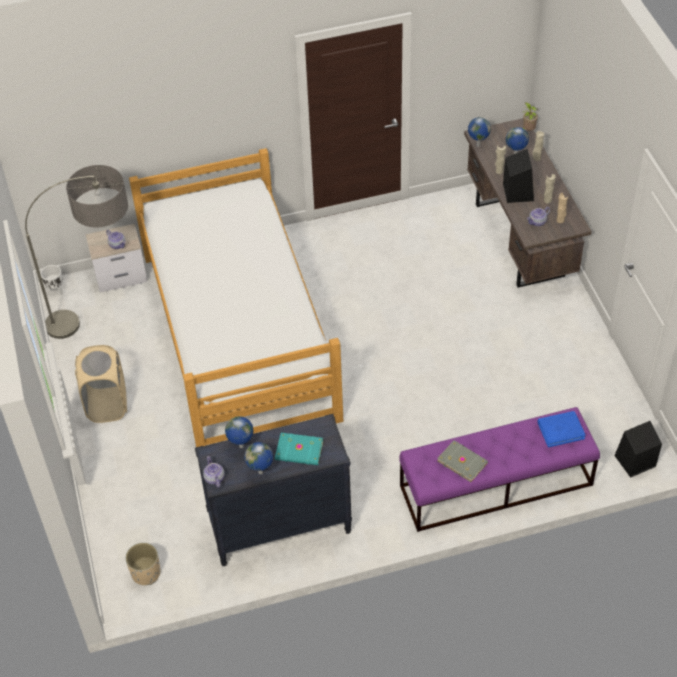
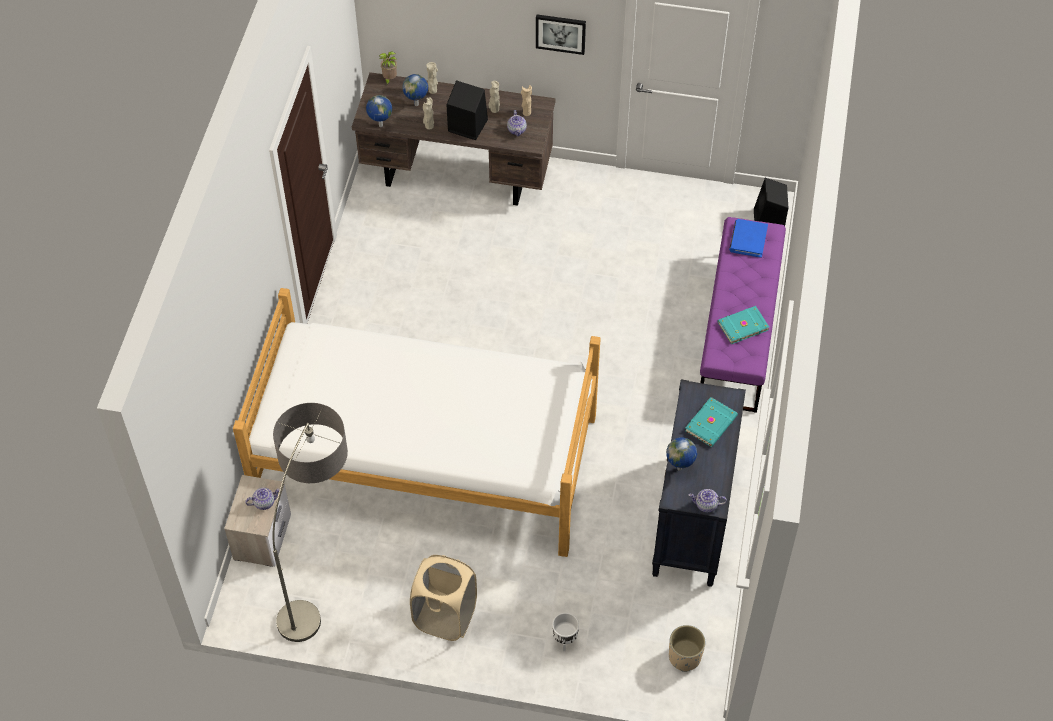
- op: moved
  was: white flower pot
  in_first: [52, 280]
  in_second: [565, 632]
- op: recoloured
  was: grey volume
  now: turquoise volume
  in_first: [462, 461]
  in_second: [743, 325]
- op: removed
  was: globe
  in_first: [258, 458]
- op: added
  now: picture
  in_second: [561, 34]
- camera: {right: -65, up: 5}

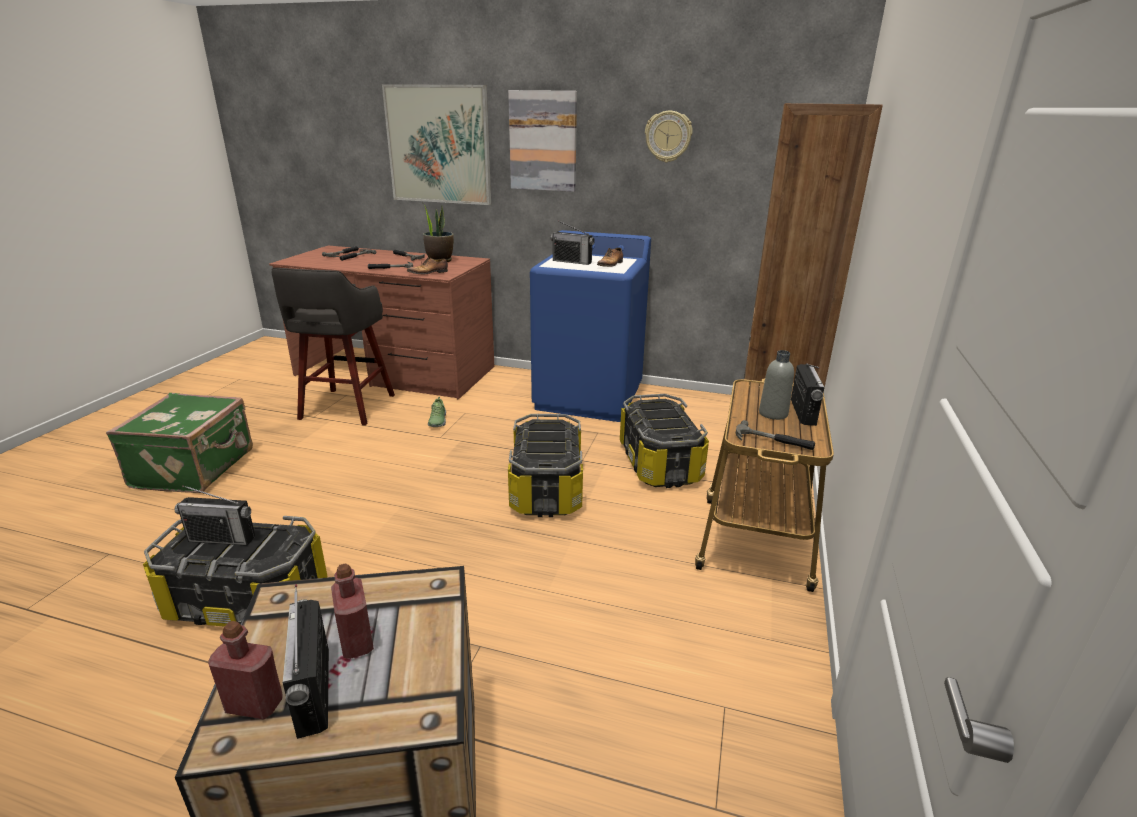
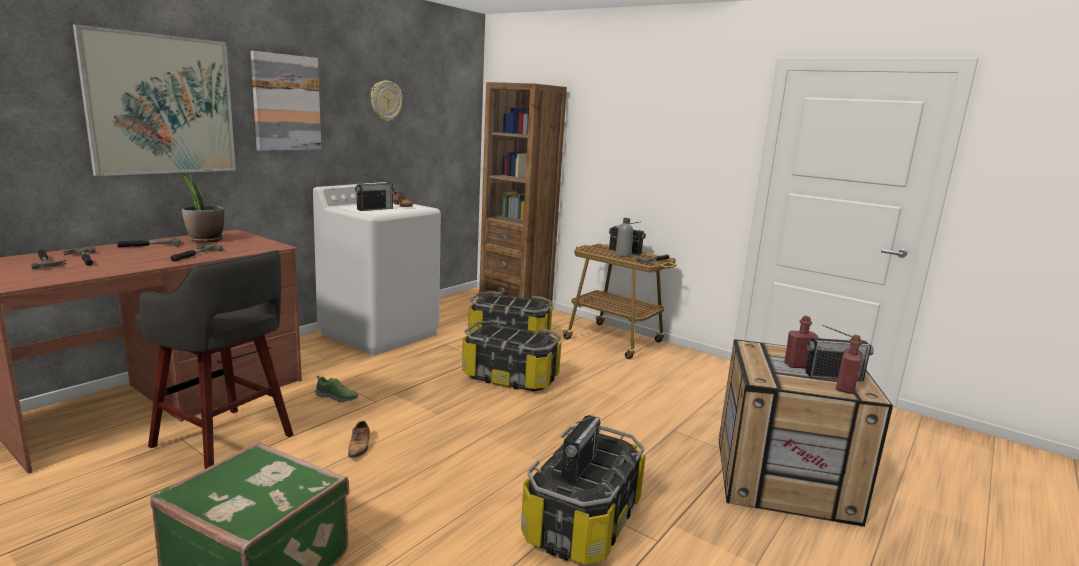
- op: recoloured
  was: blue-coloured laundry appliance
  now: white laundry appliance
  in_first: [590, 326]
  in_second: [377, 269]
- op: moved
  was: shoe
  in_first: [427, 265]
  in_second: [359, 439]
- camera: {right: -70, up: -10}

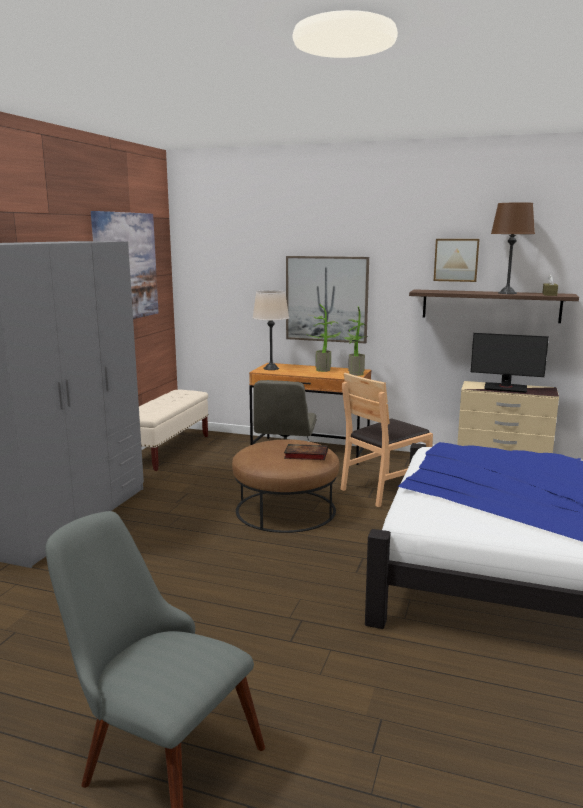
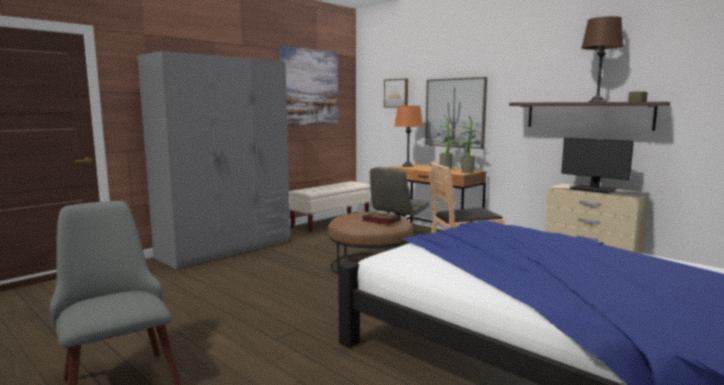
- op: moved
  was: picture
  in_first: [457, 260]
  in_second: [396, 93]
- op: recoloured
  was: beige-coloured table lamp
  now: orange-coloured table lamp
  in_first: [271, 330]
  in_second: [408, 136]
- camera: {right: 25, up: -5}

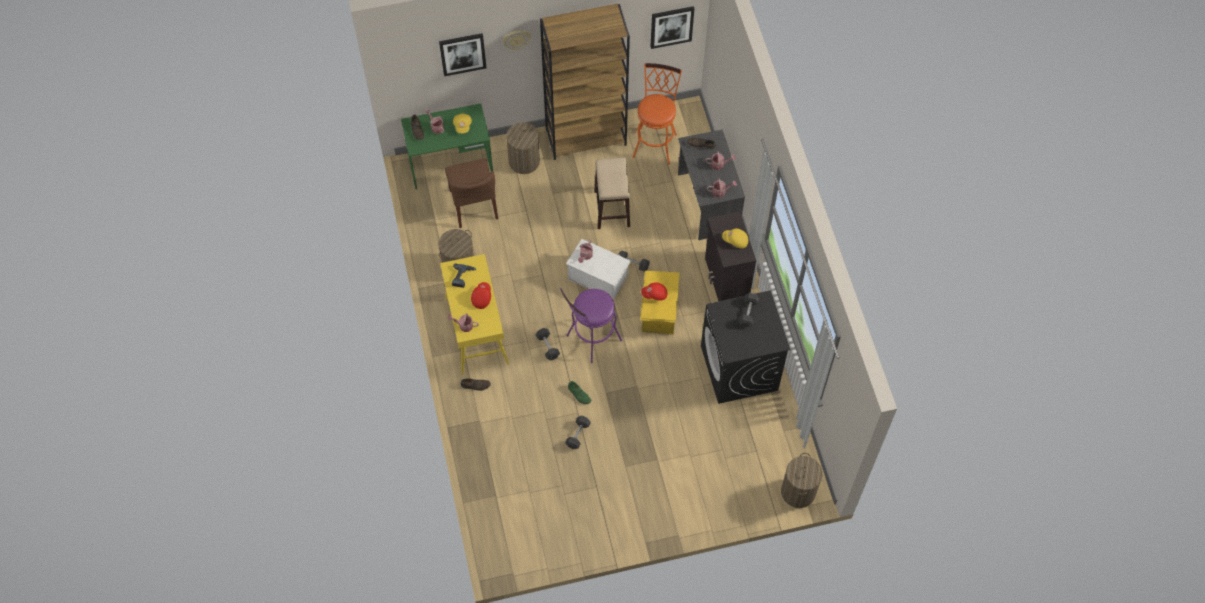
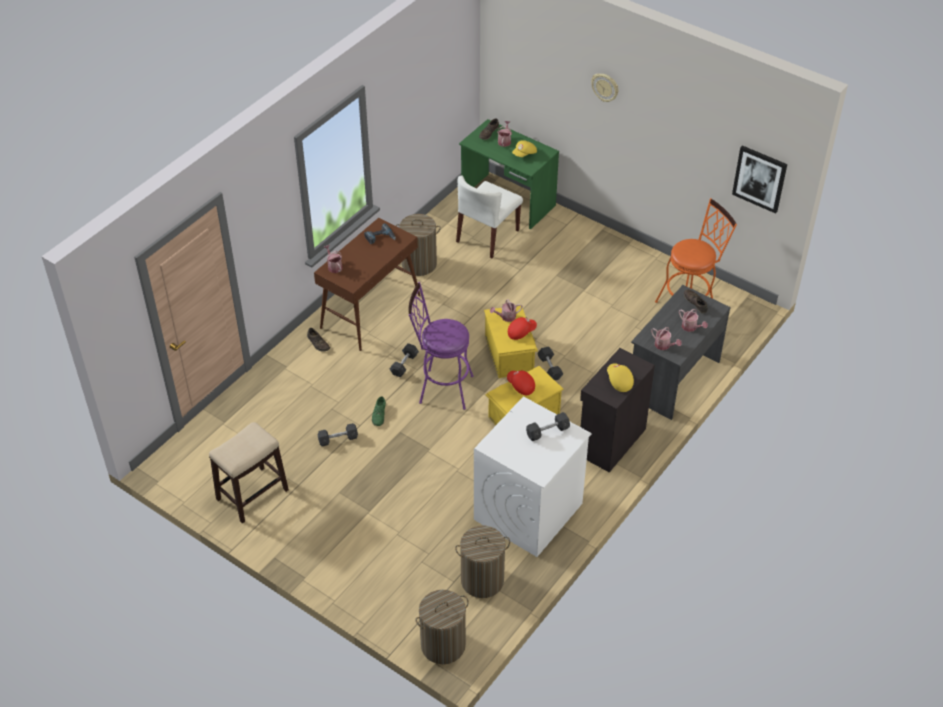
- op: removed
  was: brownish shelving unit
  in_first: [585, 82]
- op: removed
  was: picture
  in_first: [462, 54]
- op: moved
  was: hamper
  in_first: [523, 147]
  in_second: [482, 561]
- op: moved
  was: stool seat
  in_first: [612, 193]
  in_second: [249, 473]
- op: recoloured
  was: brownish plain chair
  now: white plain chair
  in_first: [471, 193]
  in_second: [489, 216]
- op: recoloured
  was: white storage bin
  now: yellowish storage bin
  in_first: [598, 269]
  in_second: [511, 342]
- op: recoloured
  was: yellowish hall table
  now: brownish hall table
  in_first: [474, 314]
  in_second: [367, 284]
- op: moved
  was: reddish peaked cap
  in_first: [481, 295]
  in_second: [522, 328]
- op: recoloured
  was: blackish laundry appliance
  now: white laundry appliance
  in_first: [745, 347]
  in_second: [533, 477]
- camera: {right: 50, up: -15}

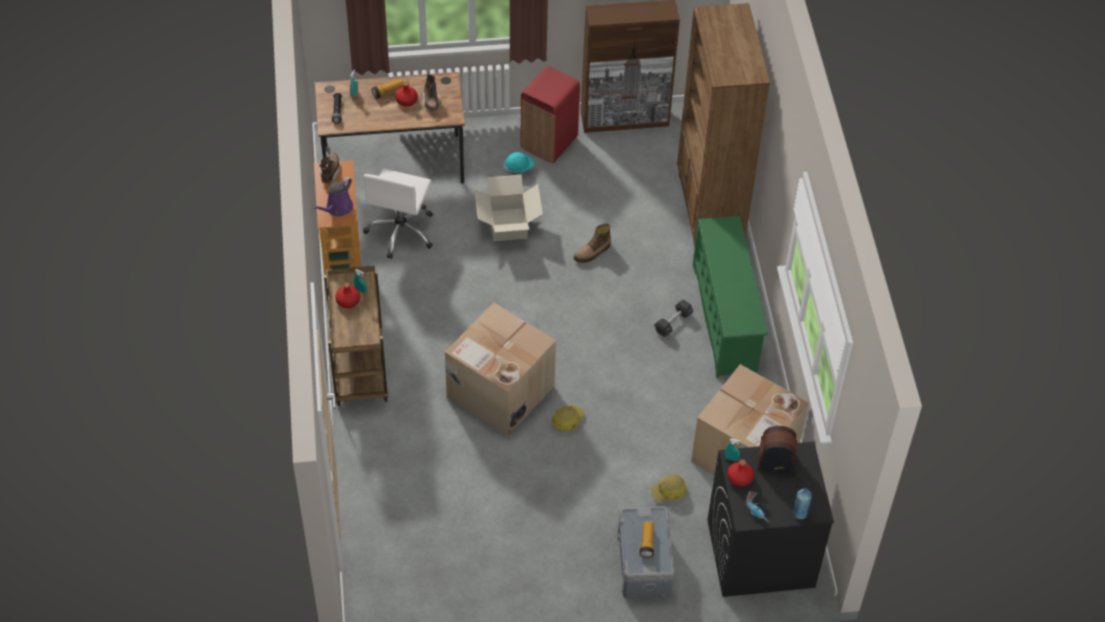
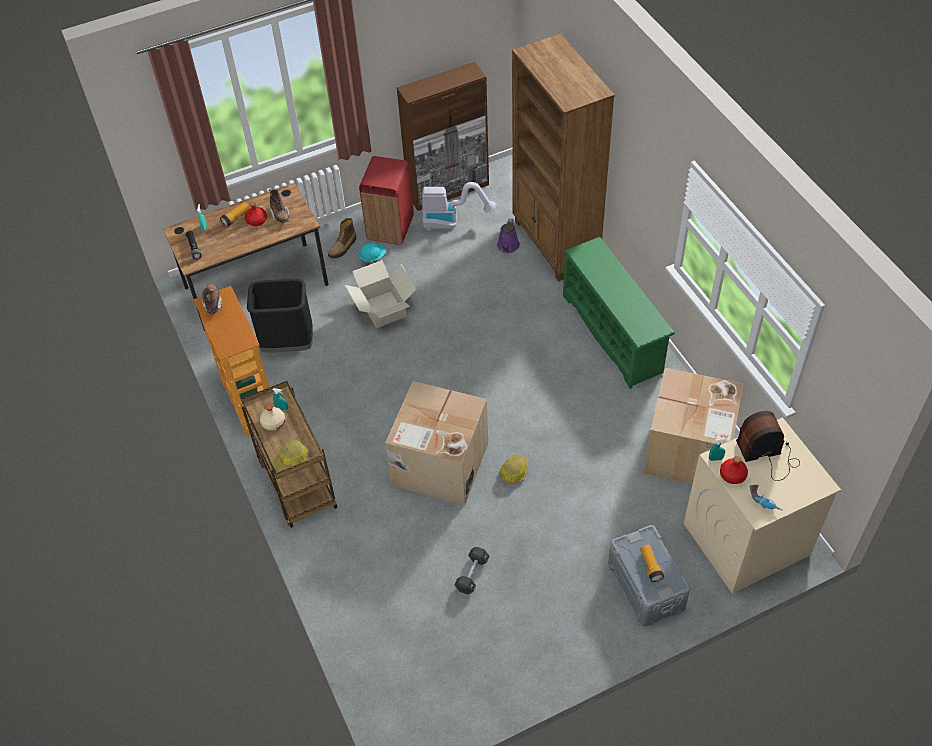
- op: replaced
  was: white office chair
  now: blackish rubbish bin
  in_first: [398, 213]
  in_second: [280, 316]
- op: moved
  was: purple watering can
  in_first: [333, 197]
  in_second: [508, 235]
- op: moved
  was: tall boot
  in_first: [592, 243]
  in_second: [342, 238]
- op: recoloured
  was: reddish bottle
  now: beige-coloured bottle
  in_first: [348, 295]
  in_second: [272, 417]
- op: moved
  was: blackish dumbbell
  in_first: [673, 318]
  in_second: [472, 570]
- op: recoloured
  was: blackish laundry appliance
  now: beige-coloured laundry appliance
  in_first: [770, 519]
  in_second: [762, 505]
- op: moved
  was: work helmet
  in_first: [668, 488]
  in_second: [290, 456]
- op: removed
  was: blue-coloured bottle
  in_first: [802, 503]
- op: added
  now: hoover
  in_second: [459, 206]
- camera: {right: -15, up: 0}

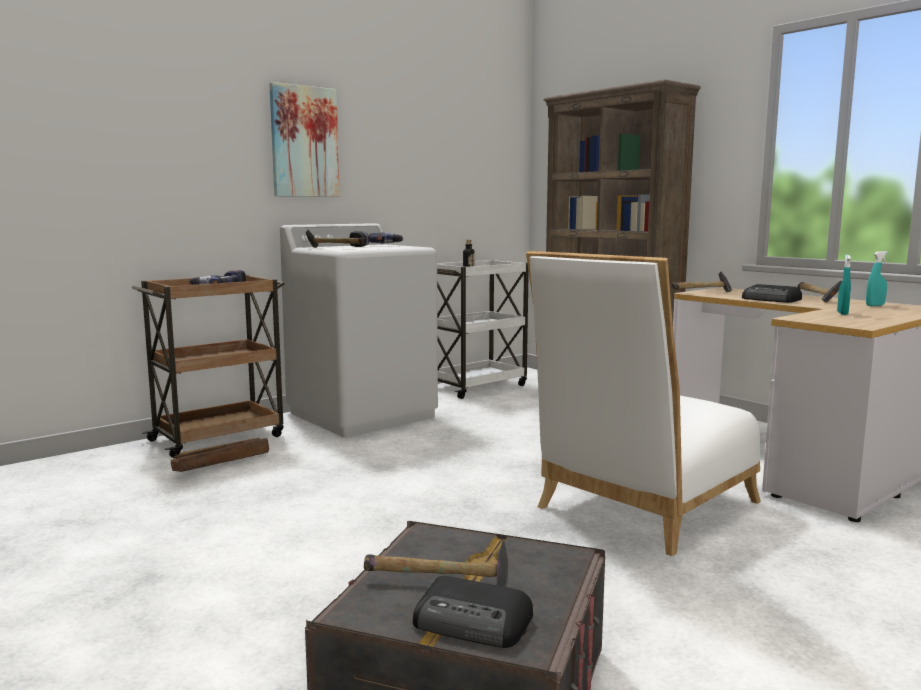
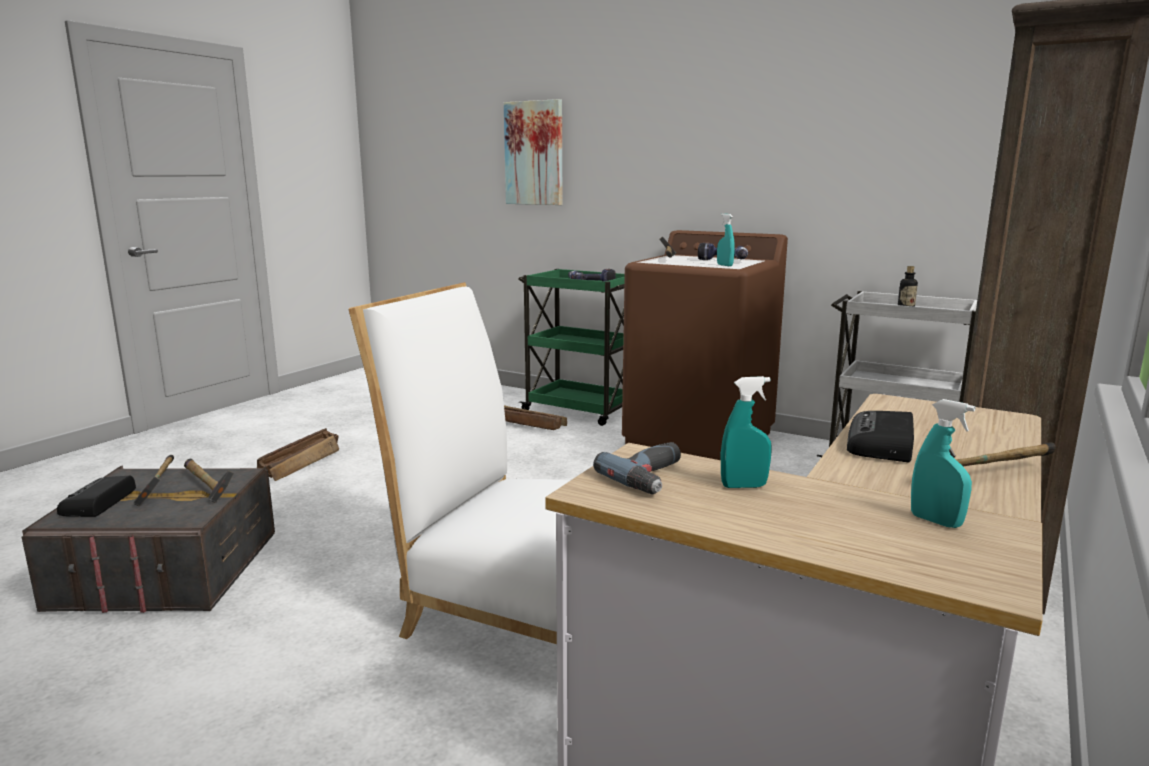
- op: moved
  was: picture
  in_first: [304, 139]
  in_second: [533, 152]
- op: recoloured
  was: white laundry appliance
  now: brownish laundry appliance
  in_first: [359, 330]
  in_second: [705, 345]
- op: moved
  was: hammer
  in_first: [702, 282]
  in_second: [209, 480]
- op: recoloured
  was: brownish wheeled cart
  now: greenish wheeled cart
  in_first: [208, 366]
  in_second: [571, 347]
- op: added
  now: turquoise sprayer
  in_second: [726, 239]
- op: added
  now: crate
  in_second: [298, 454]
- op: added
  now: power drill
  in_second: [637, 468]
- camera: {right: 70, up: 5}

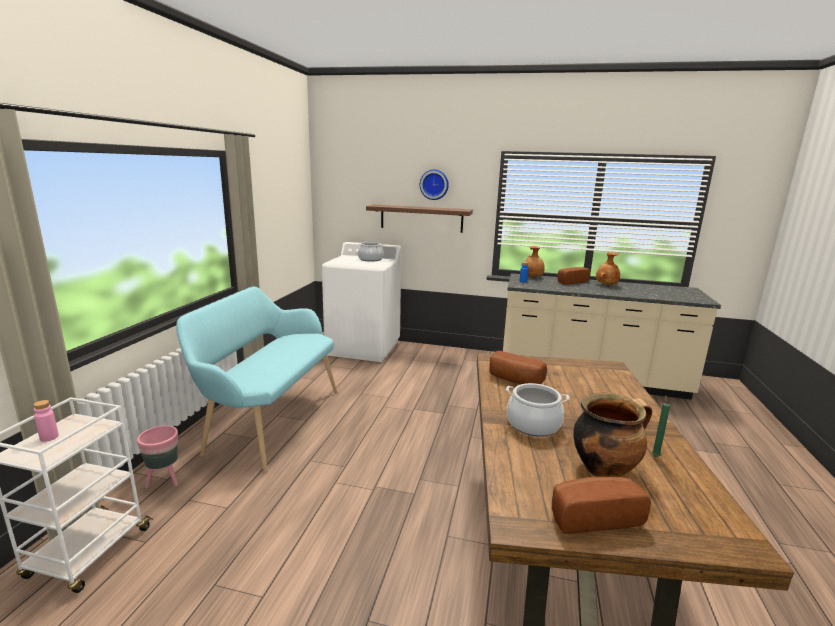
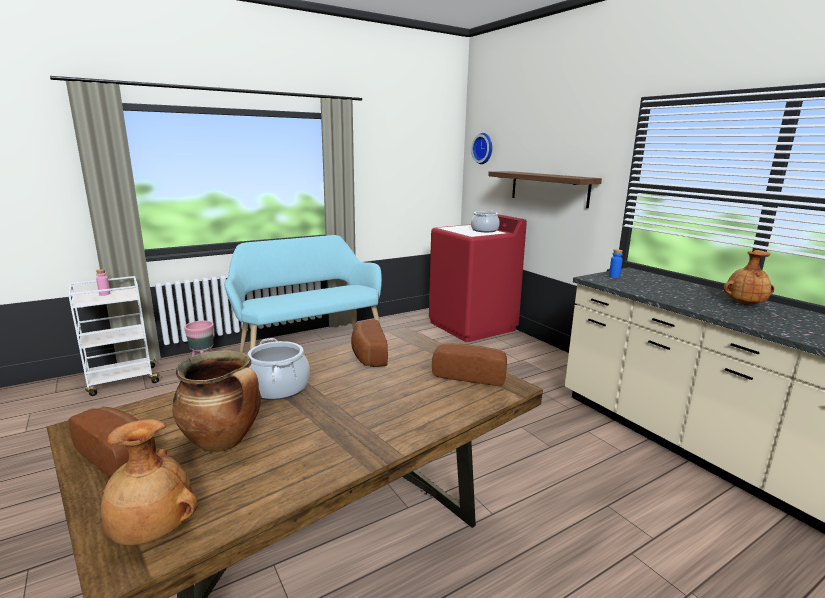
- op: moved
  was: wall clock
  in_first: [434, 184]
  in_second: [481, 148]
- op: recoloured
  was: white laundry appliance
  now: reddish laundry appliance
  in_first: [361, 302]
  in_second: [478, 278]
- op: moved
  was: brownish vase
  in_first: [535, 262]
  in_second: [149, 482]
- op: moved
  was: bread
  in_first: [574, 276]
  in_second: [469, 364]
- op: removed
  was: greenish wax light
  in_first: [661, 426]
- camera: {right: 45, up: 0}

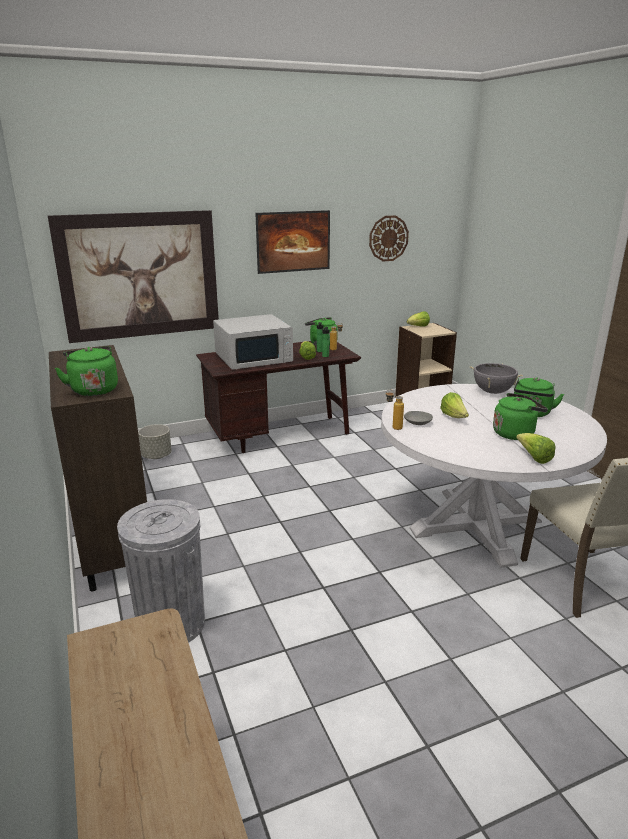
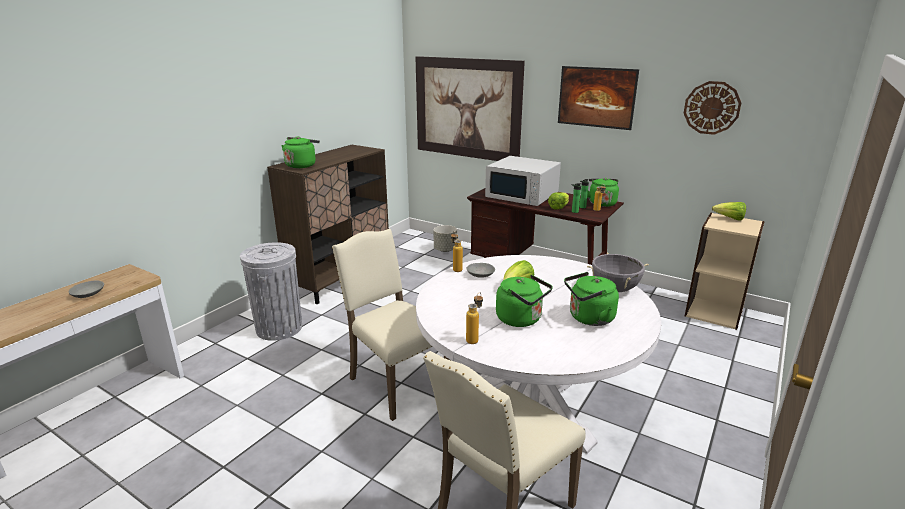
- op: replaced
  was: lettuce head
  now: bottle
  in_first: [535, 448]
  in_second: [474, 318]
- op: added
  now: beige-coloured plain chair
  in_second: [391, 325]
- op: added
  now: grey serving bowl
  in_second: [86, 289]
- camera: {right: 55, up: 0}

